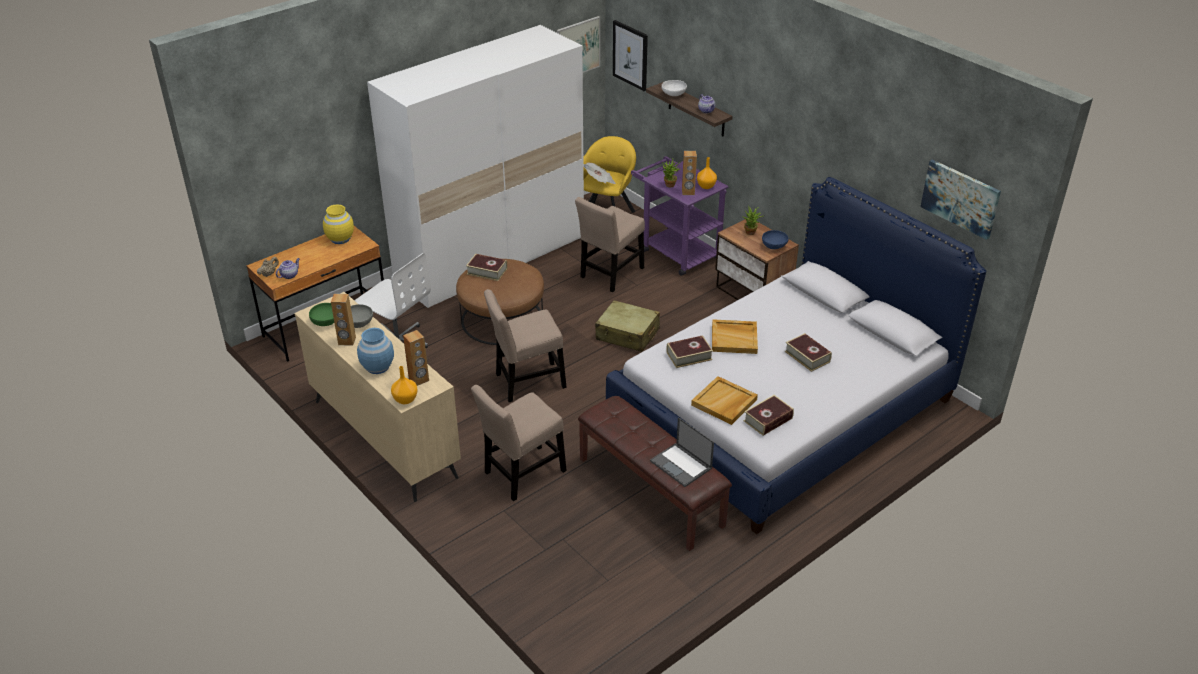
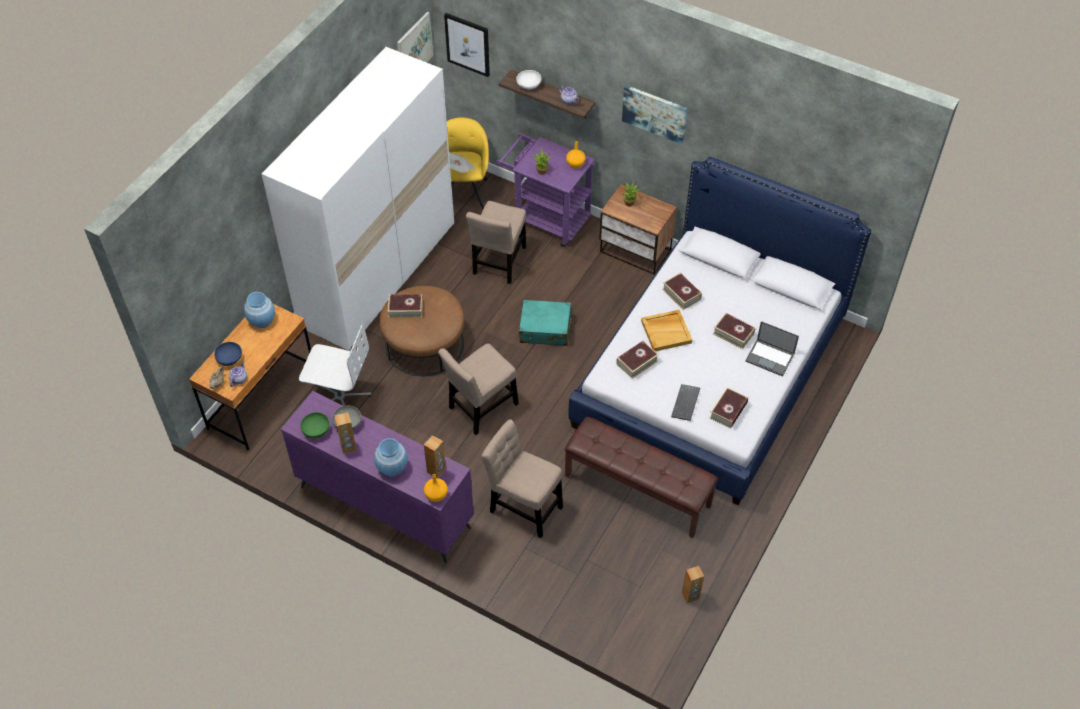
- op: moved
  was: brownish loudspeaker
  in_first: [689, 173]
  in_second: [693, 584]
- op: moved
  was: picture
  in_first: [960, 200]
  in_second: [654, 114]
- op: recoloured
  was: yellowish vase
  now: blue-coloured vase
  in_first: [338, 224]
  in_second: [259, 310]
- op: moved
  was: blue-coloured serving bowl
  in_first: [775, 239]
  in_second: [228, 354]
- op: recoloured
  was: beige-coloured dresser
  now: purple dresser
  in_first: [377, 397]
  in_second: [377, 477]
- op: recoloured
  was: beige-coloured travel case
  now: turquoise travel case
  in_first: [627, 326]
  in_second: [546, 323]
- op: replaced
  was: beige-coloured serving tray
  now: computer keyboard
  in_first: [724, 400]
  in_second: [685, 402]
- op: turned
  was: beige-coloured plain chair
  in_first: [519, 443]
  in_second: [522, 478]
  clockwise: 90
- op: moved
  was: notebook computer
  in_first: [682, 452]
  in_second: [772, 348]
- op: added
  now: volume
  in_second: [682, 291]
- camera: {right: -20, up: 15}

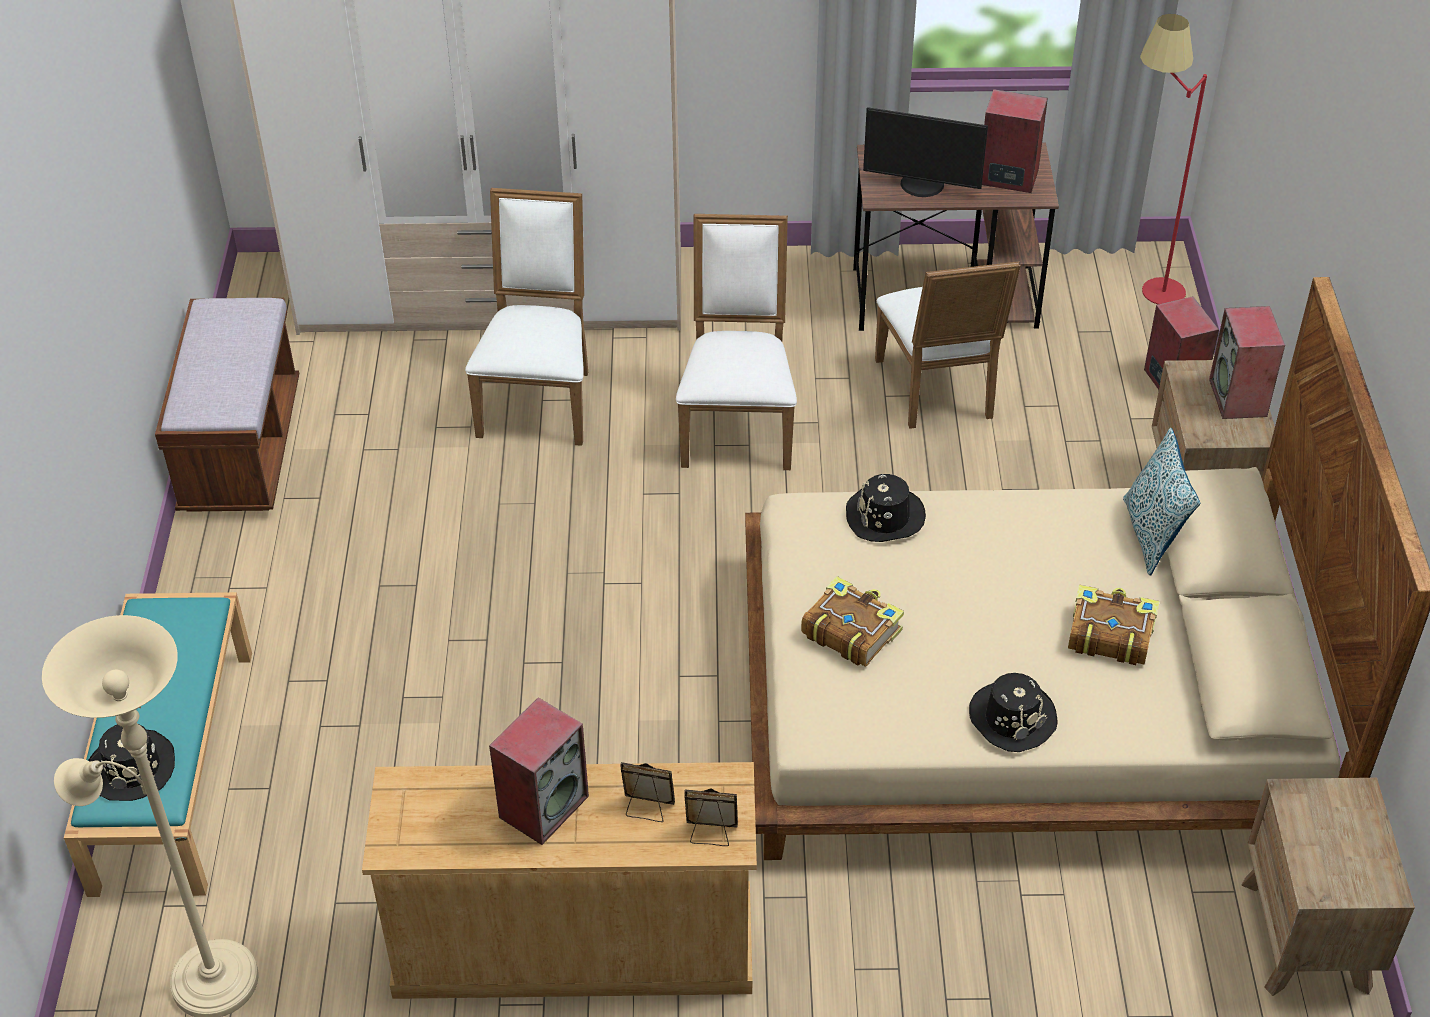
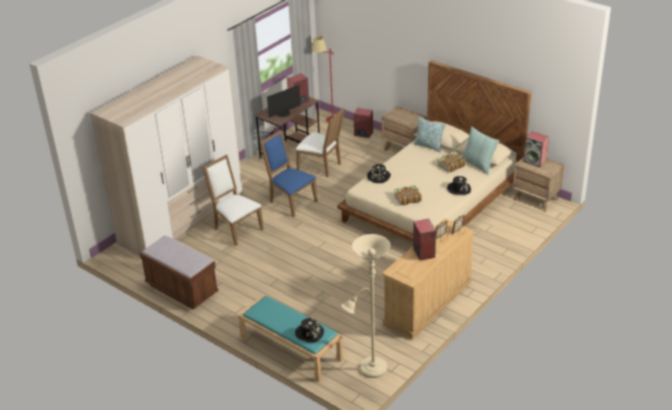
- op: recoloured
  was: white plain chair
  now: blue-coloured plain chair
  in_first: [736, 342]
  in_second: [289, 173]
- op: moved
  was: loudspeaker
  in_first: [1247, 362]
  in_second: [536, 149]
- op: added
  now: cushion
  in_second: [480, 150]
- camera: {right: -50, up: -10}

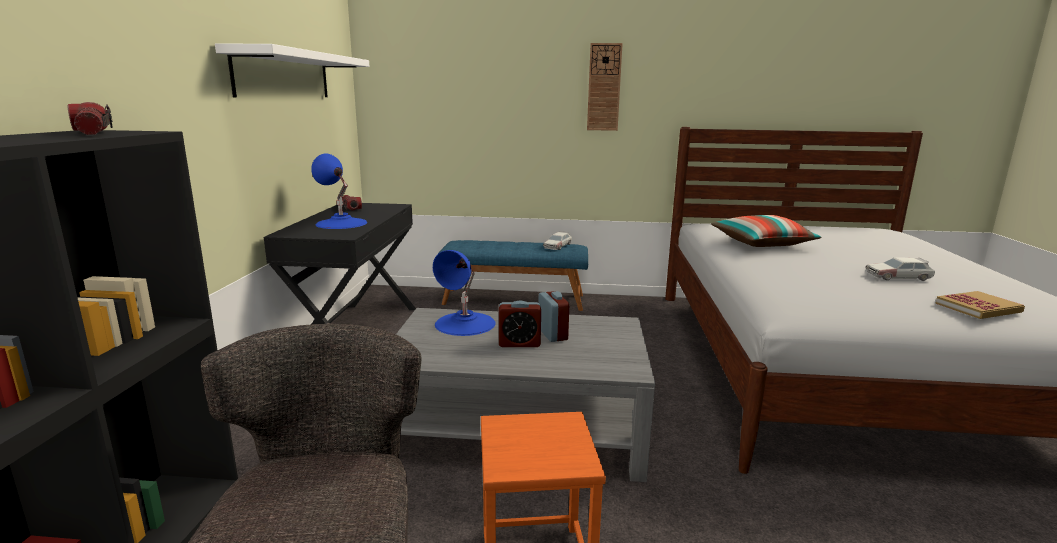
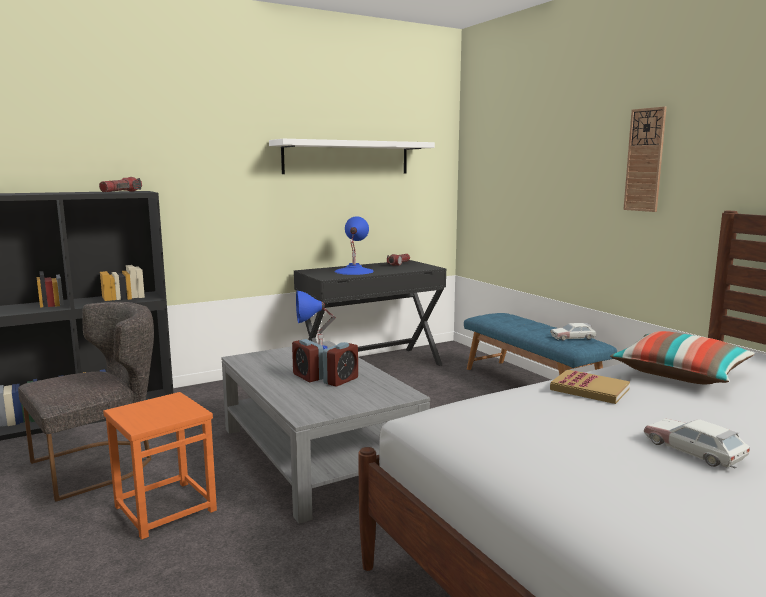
- op: moved
  was: volume
  in_first: [980, 305]
  in_second: [590, 386]
- camera: {right: 55, up: -5}

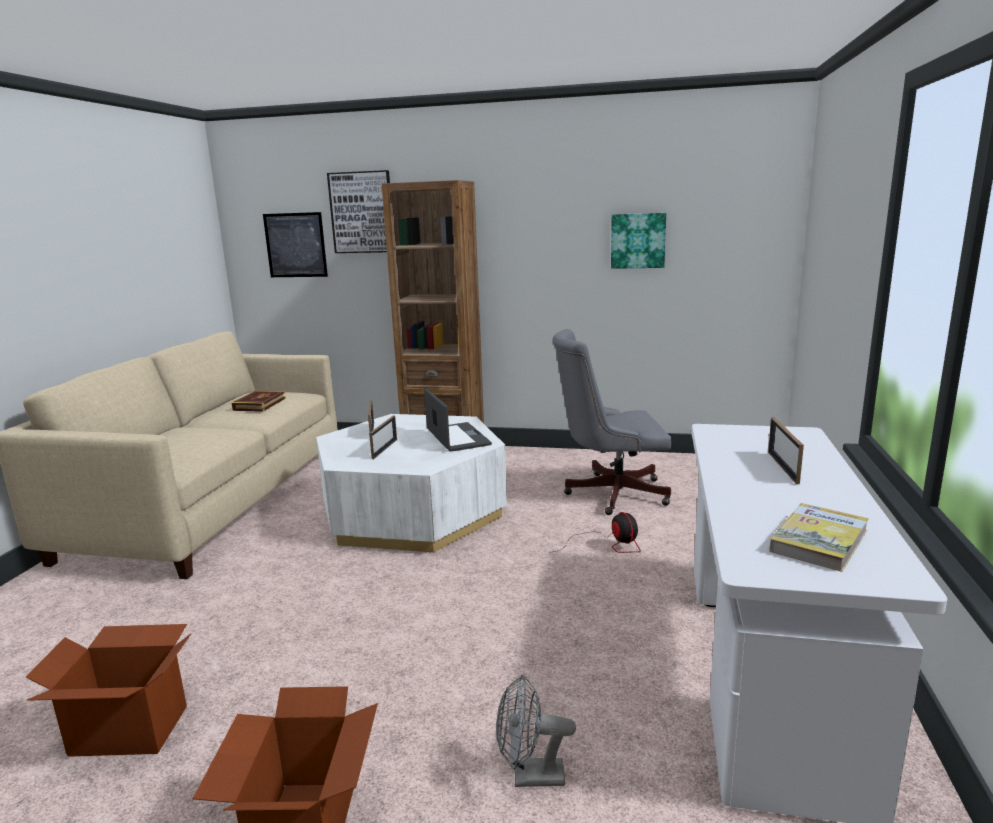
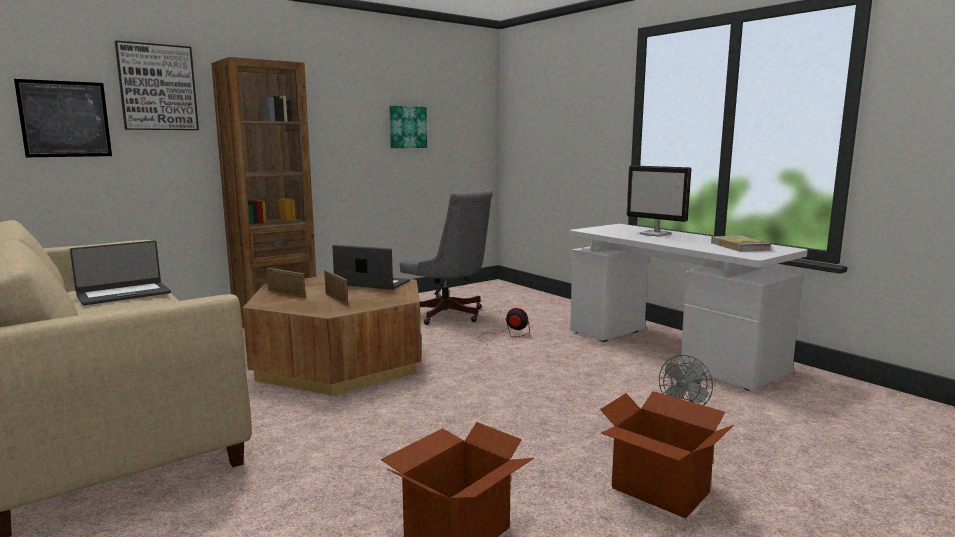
- op: turned
  was: grey office chair
  in_first: [611, 422]
  in_second: [446, 257]
  clockwise: -90
- op: replaced
  was: volume
  now: notebook computer
  in_first: [259, 401]
  in_second: [120, 272]
- op: recoloured
  was: white lounge table
  now: brownish lounge table
  in_first: [411, 483]
  in_second: [332, 335]
- op: replaced
  was: picture frame
  now: monitor
  in_first: [786, 450]
  in_second: [659, 201]
- camera: {right: -50, up: -5}

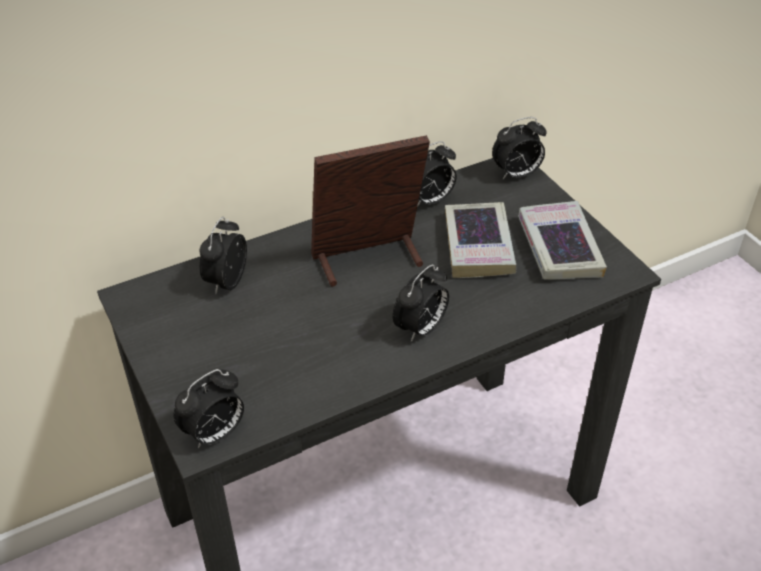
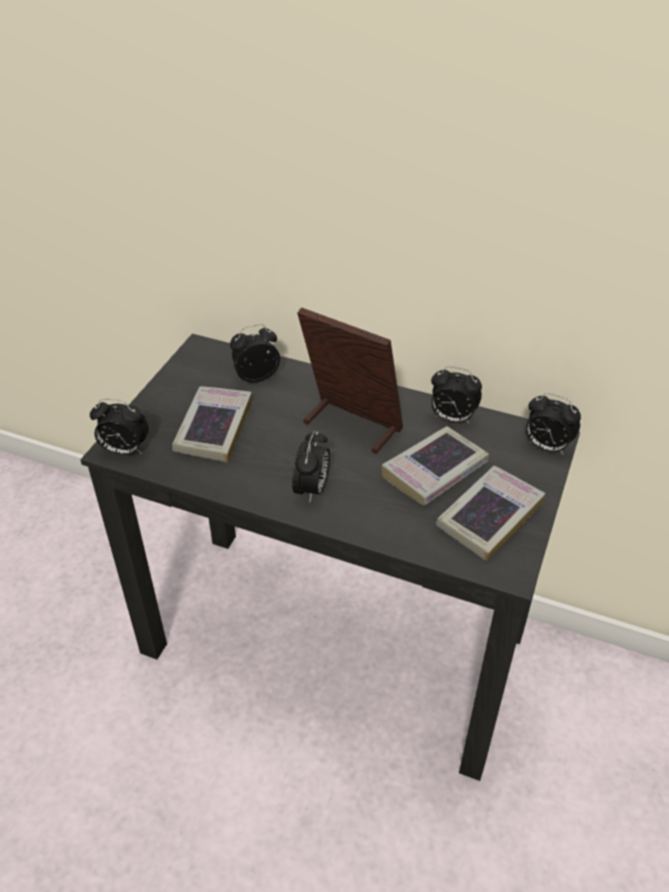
- op: turned
  was: alarm clock
  in_first: [420, 303]
  in_second: [311, 466]
  clockwise: -75
- op: added
  now: volume
  in_second: [212, 424]
- camera: {right: 50, up: 0}

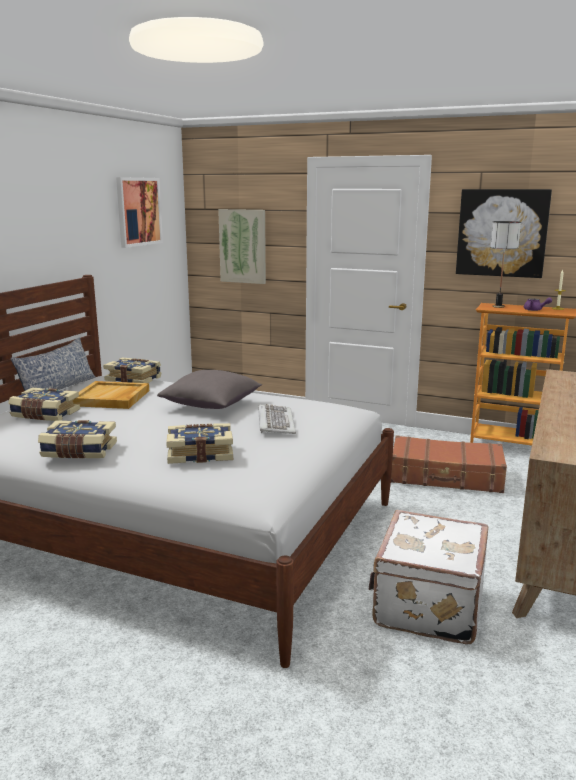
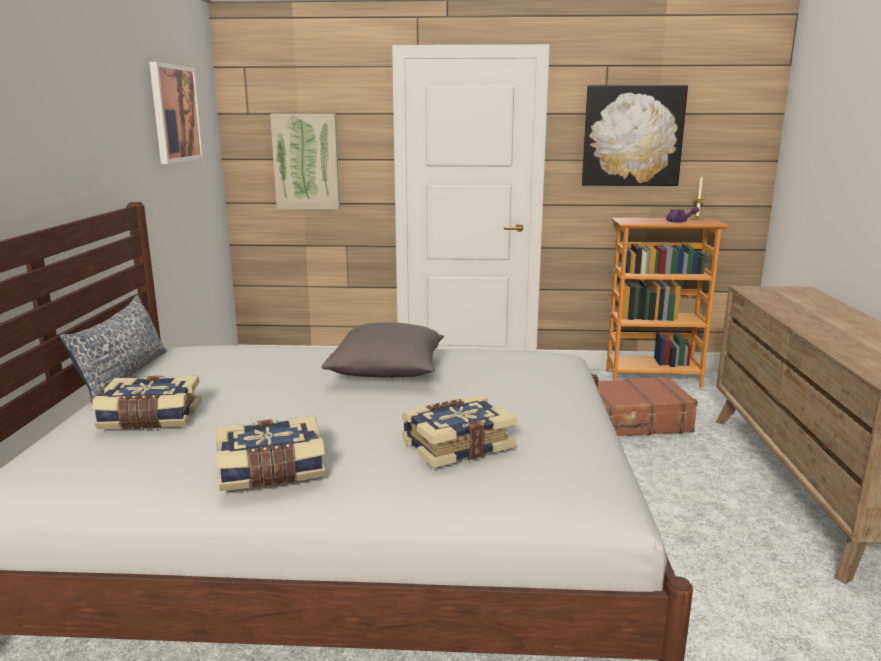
- op: removed
  was: table lamp
  in_first: [505, 264]
- op: removed
  was: volume
  in_first: [132, 370]
- op: removed
  was: beige-coloured serving tray
  in_first: [111, 395]
- op: removed
  was: computer keyboard
  in_first: [277, 419]
- op: removed
  was: white travel case
  in_first: [428, 577]
- camera: {right: -20, up: 0}

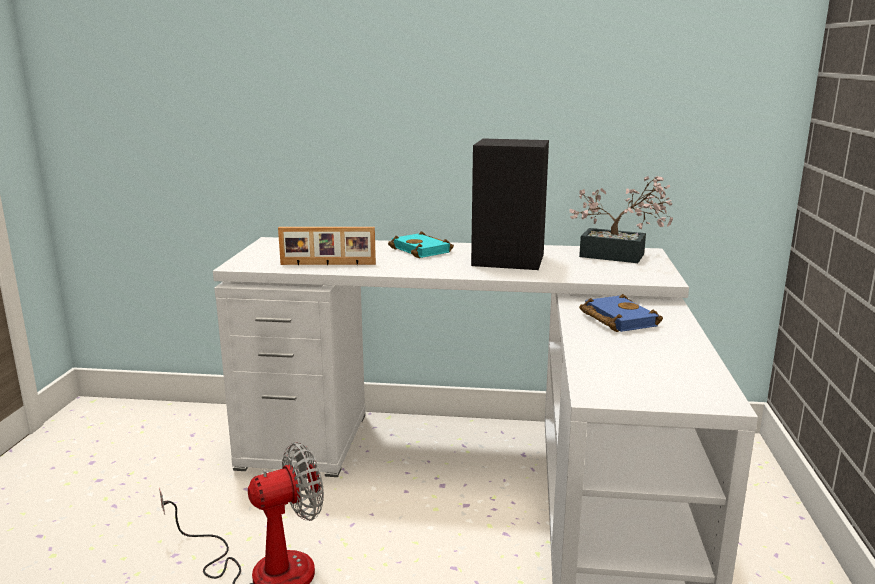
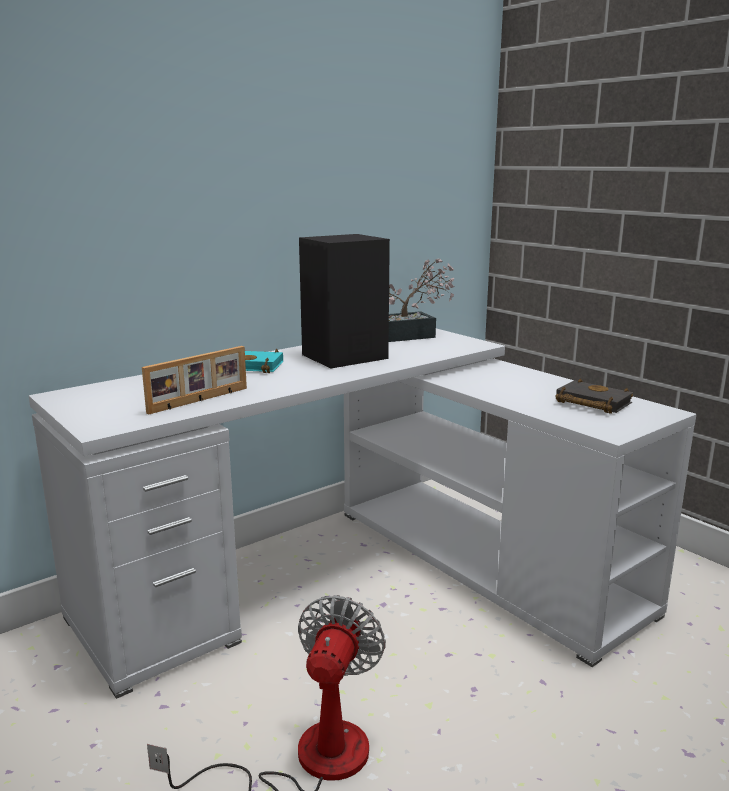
- op: removed
  was: blue-coloured volume
  in_first: [621, 313]
- op: added
  now: blackish volume
  in_second: [594, 396]
- camera: {right: -45, up: 0}

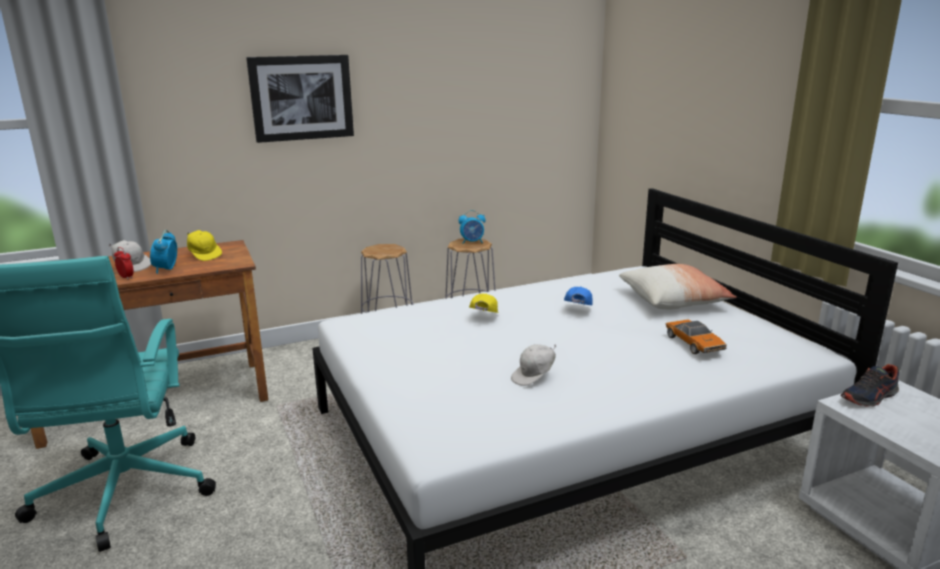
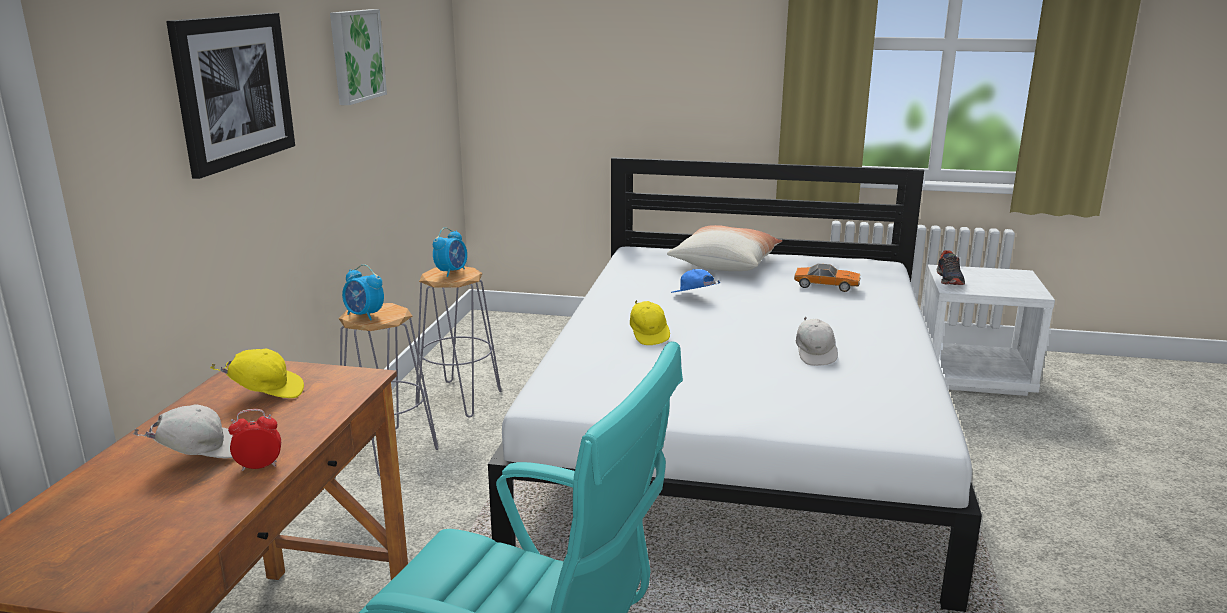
- op: moved
  was: alarm clock
  in_first: [163, 252]
  in_second: [363, 292]
- op: turned
  was: yellowish peaked cap
  in_first: [484, 303]
  in_second: [650, 322]
  clockwise: -150
- op: added
  now: picture
  in_second: [358, 57]
- camera: {right: -55, up: 0}

